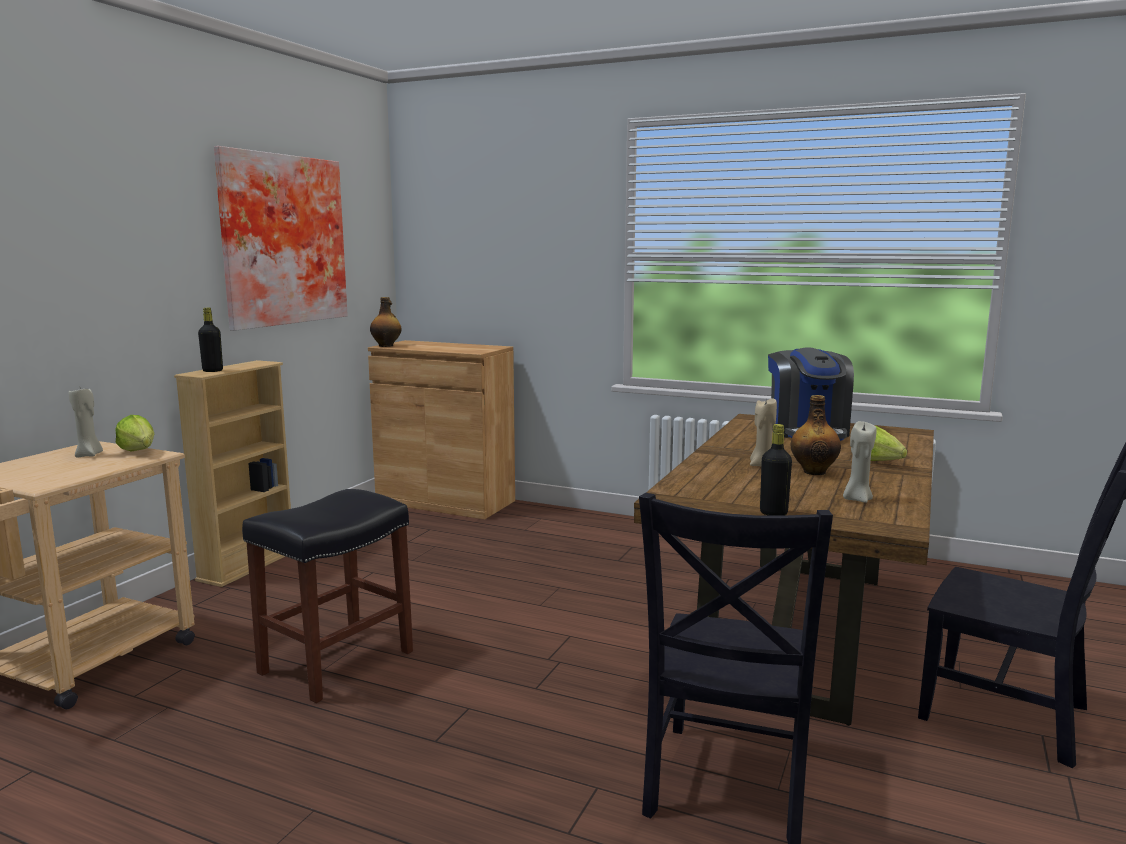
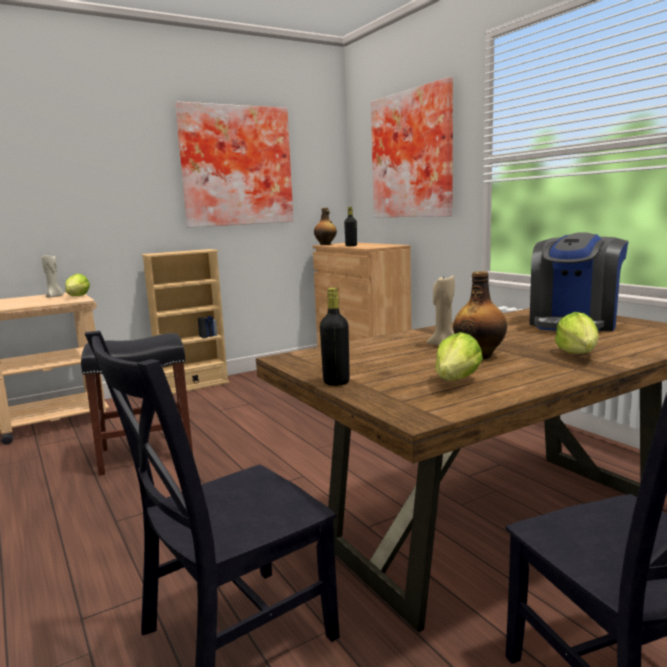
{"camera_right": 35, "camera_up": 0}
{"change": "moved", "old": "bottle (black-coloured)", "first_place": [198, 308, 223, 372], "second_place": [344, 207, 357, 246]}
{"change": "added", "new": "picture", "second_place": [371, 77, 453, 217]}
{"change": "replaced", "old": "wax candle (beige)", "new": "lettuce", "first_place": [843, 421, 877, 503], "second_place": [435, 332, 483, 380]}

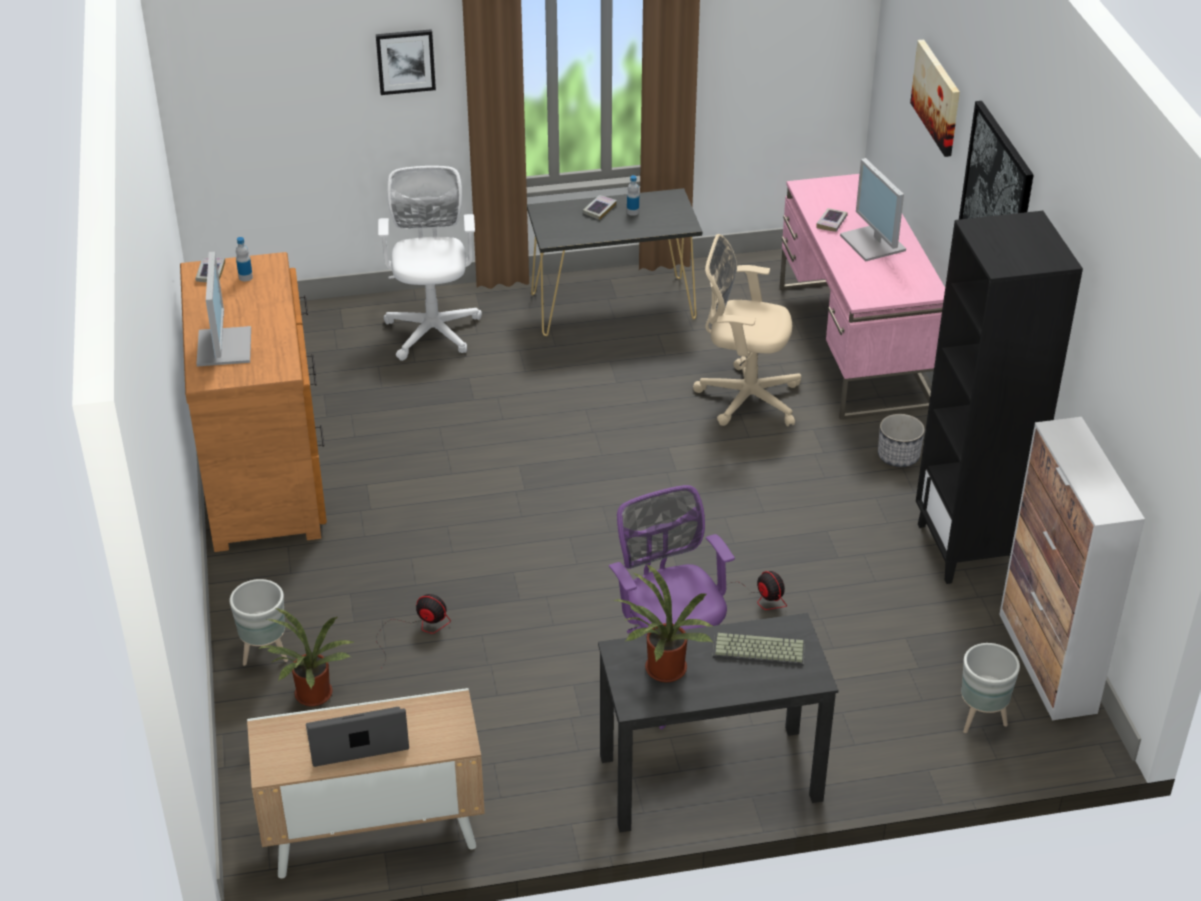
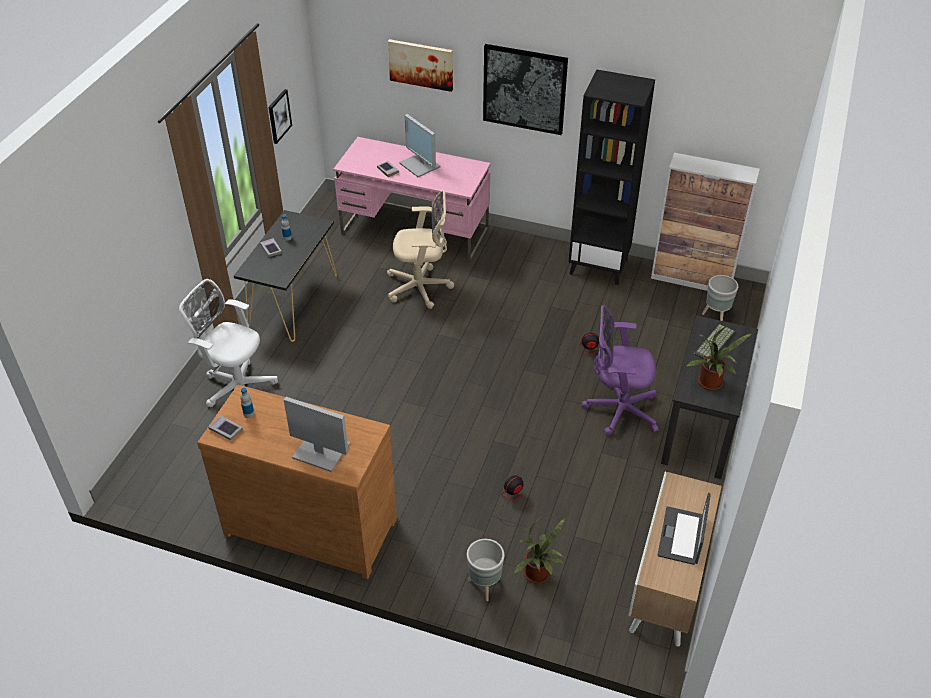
{"camera_right": -60, "camera_up": 5}
{"change": "moved", "old": "picture", "first_place": [376, 29, 436, 95], "second_place": [269, 89, 292, 144]}
{"change": "turned", "old": "computer chair (beige)", "first_place": [693, 234, 801, 426], "second_place": [387, 190, 454, 309], "degrees": -135}
{"change": "turned", "old": "monitor", "first_place": [840, 158, 906, 262], "second_place": [399, 114, 441, 177], "degrees": 45}
{"change": "removed", "old": "planter", "first_place": [878, 414, 925, 467]}

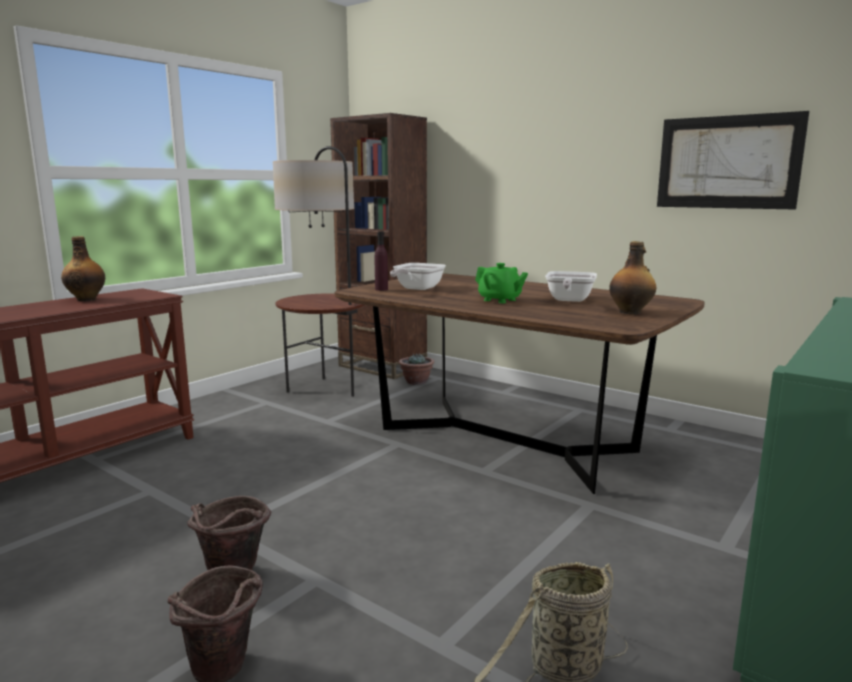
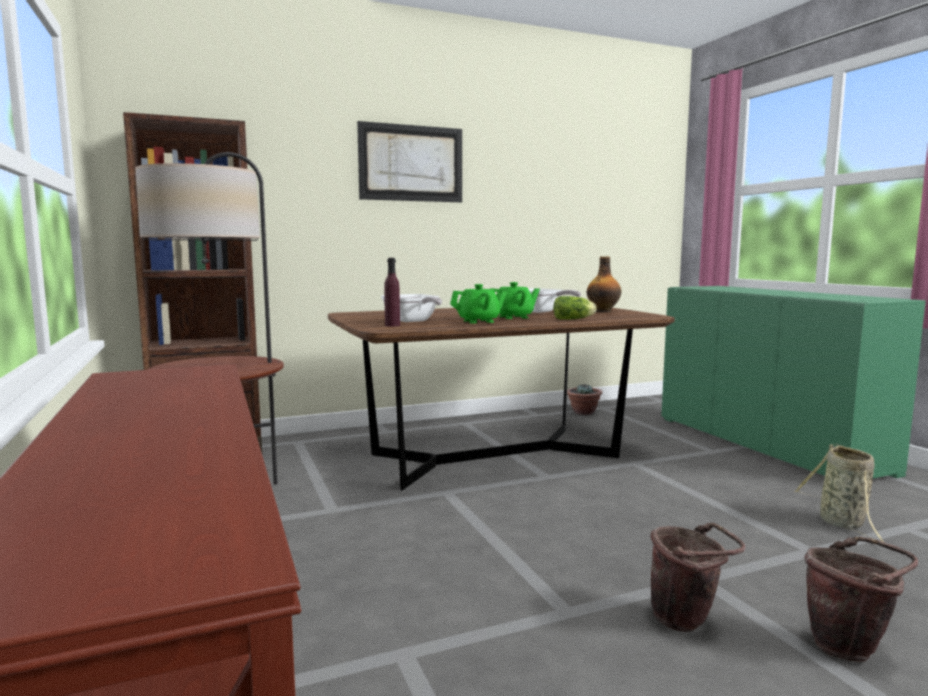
{"camera_right": -60, "camera_up": -5}
{"change": "moved", "old": "picture", "first_place": [657, 111, 809, 210], "second_place": [357, 121, 462, 202]}
{"change": "added", "new": "teapot (green)", "second_place": [450, 284, 507, 323]}
{"change": "added", "new": "lettuce", "second_place": [553, 296, 596, 320]}
{"change": "moved", "old": "plant in a pot", "first_place": [398, 353, 435, 385], "second_place": [567, 384, 602, 415]}
{"change": "removed", "old": "bottle", "first_place": [61, 236, 105, 301]}

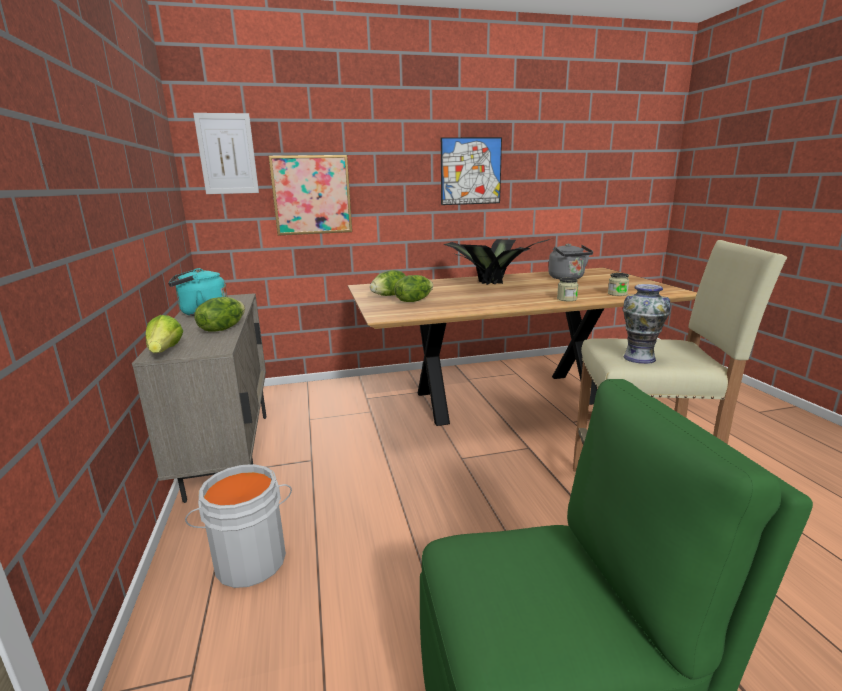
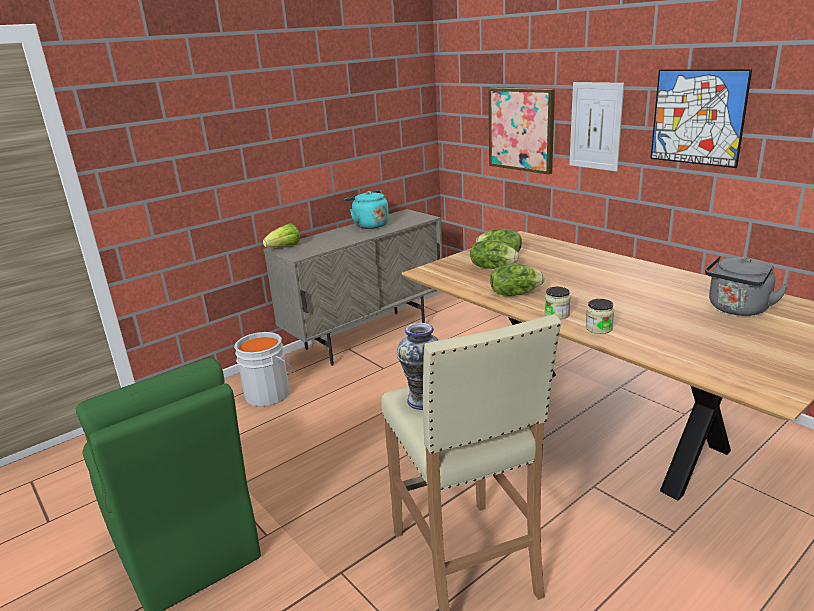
{"camera_right": 65, "camera_up": 5}
{"change": "moved", "old": "lettuce", "first_place": [194, 297, 245, 332], "second_place": [490, 264, 544, 296]}
{"change": "moved", "old": "preserve jar", "first_place": [608, 273, 629, 296], "second_place": [544, 287, 571, 320]}
{"change": "moved", "old": "picture", "first_place": [193, 113, 259, 194], "second_place": [569, 82, 624, 171]}
{"change": "removed", "old": "plant in a pot", "first_place": [443, 239, 550, 285]}

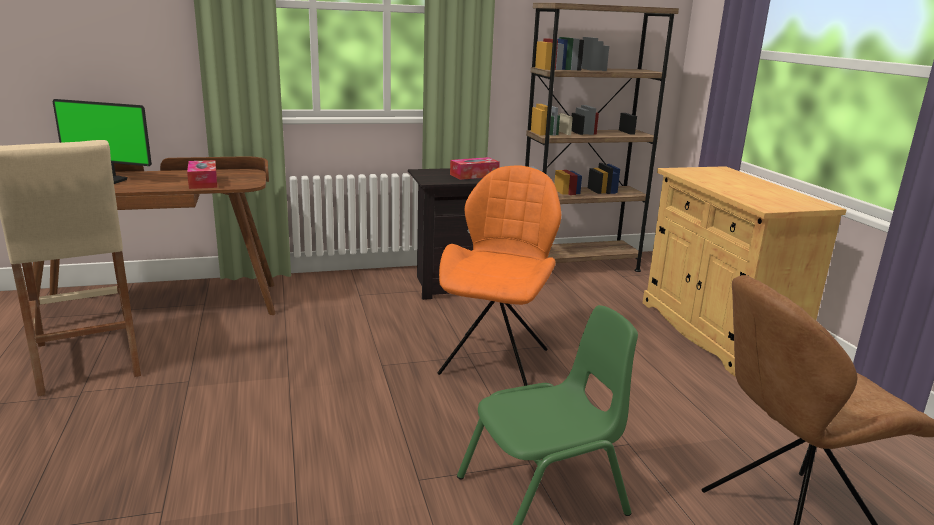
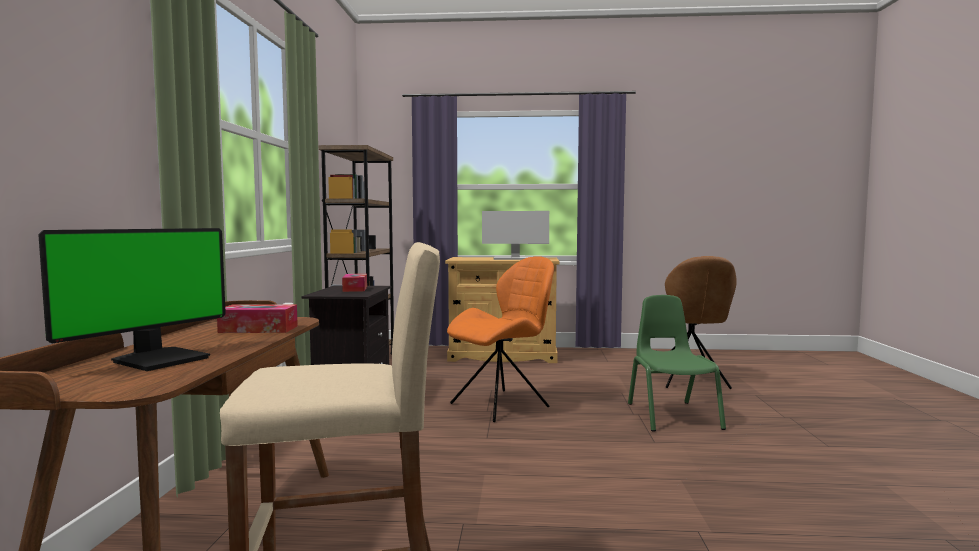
{"camera_right": -70, "camera_up": -15}
{"change": "turned", "old": "chair (orange-coloured)", "first_place": [438, 166, 561, 386], "second_place": [447, 256, 554, 422], "degrees": 105}
{"change": "added", "new": "monitor", "second_place": [482, 211, 549, 260]}

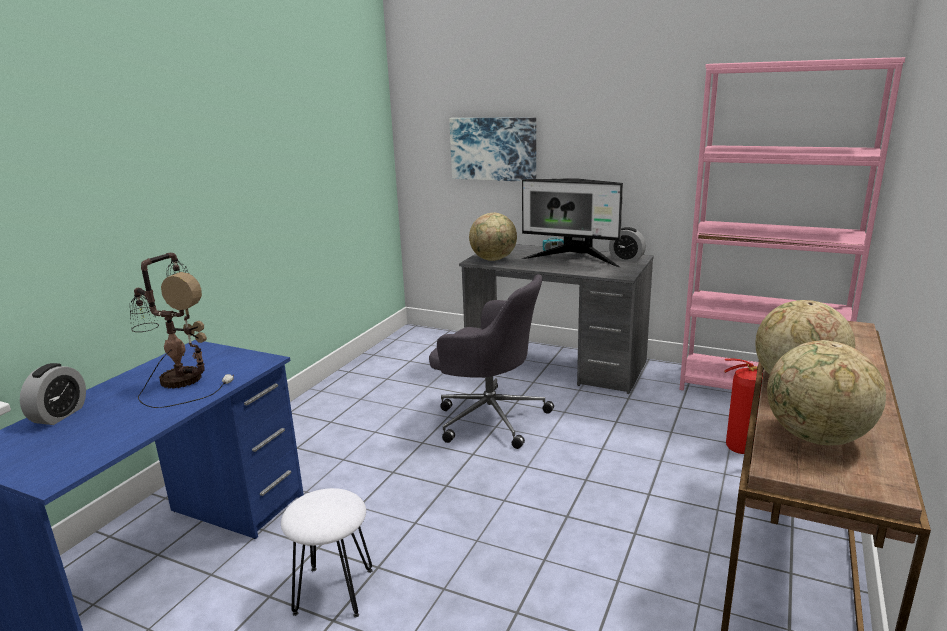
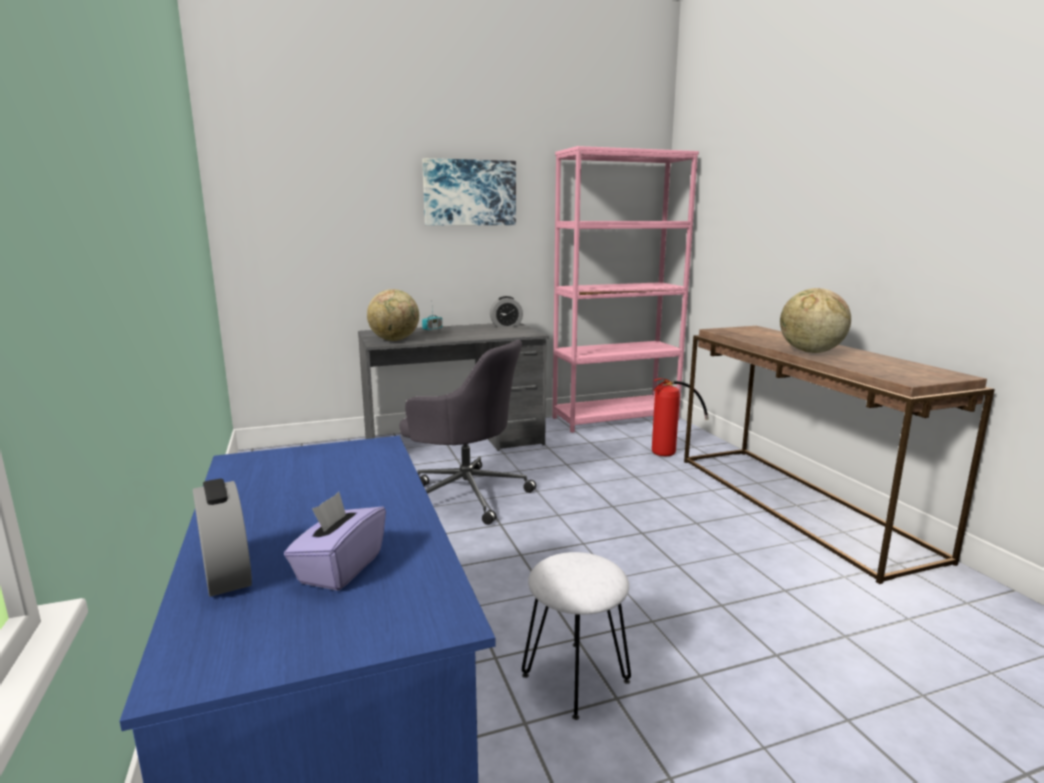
{"camera_right": -45, "camera_up": -5}
{"change": "added", "new": "tissue box (purple-coloured)", "second_place": [284, 492, 386, 591]}
{"change": "turned", "old": "computer chair (grey)", "first_place": [429, 274, 554, 449], "second_place": [400, 339, 536, 525], "degrees": 45}
{"change": "moved", "old": "picture", "first_place": [449, 118, 536, 182], "second_place": [422, 158, 516, 225]}
{"change": "removed", "old": "tabletop lamp", "first_place": [130, 253, 234, 408]}
{"change": "removed", "old": "monitor", "first_place": [522, 178, 623, 268]}
{"change": "removed", "old": "globe", "first_place": [767, 340, 886, 445]}

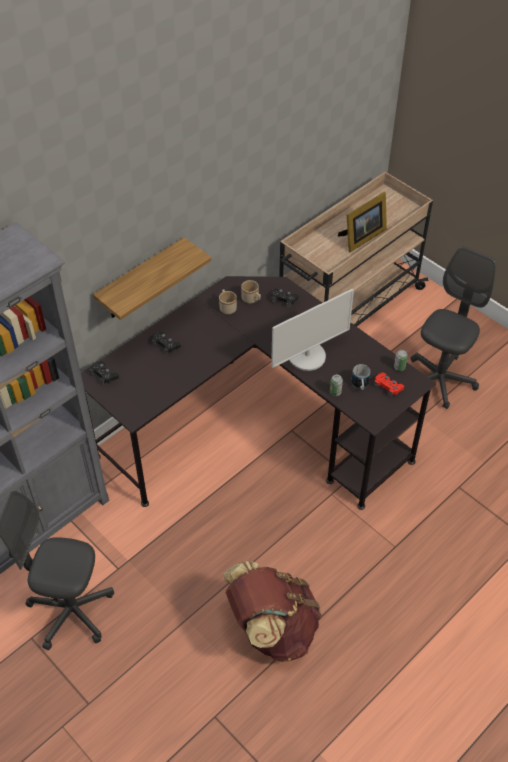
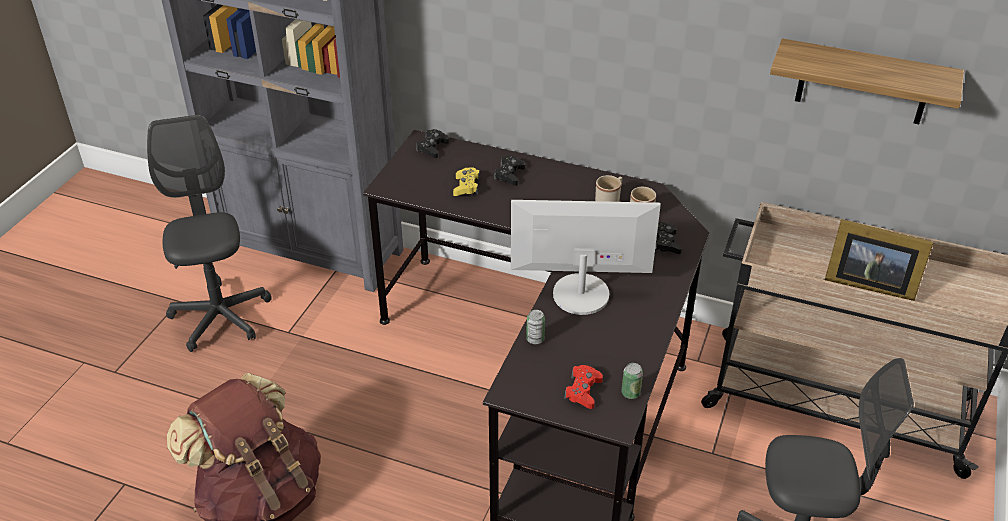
{"camera_right": 65, "camera_up": -10}
{"change": "added", "new": "gamepad (yellowish)", "second_place": [453, 167, 480, 196]}
{"change": "turned", "old": "monitor", "first_place": [271, 289, 354, 371], "second_place": [511, 200, 661, 315], "degrees": 150}
{"change": "moved", "old": "shelf", "first_place": [93, 237, 211, 320], "second_place": [770, 38, 964, 124]}
{"change": "removed", "old": "coffee mug", "first_place": [351, 364, 370, 390]}

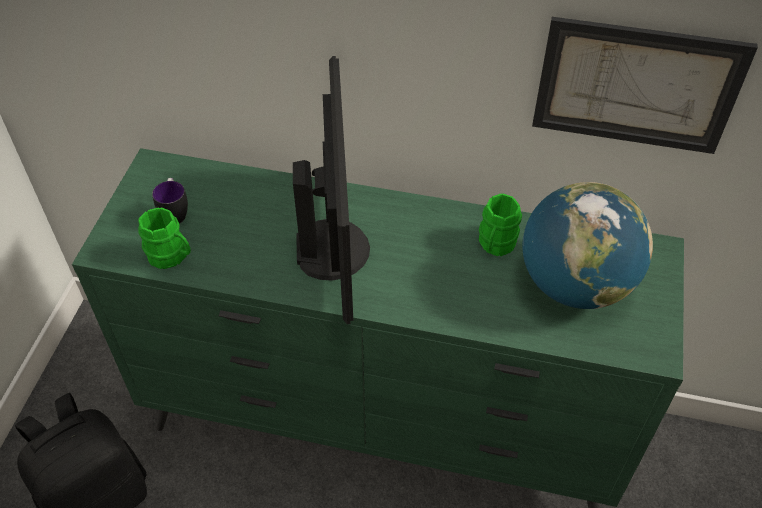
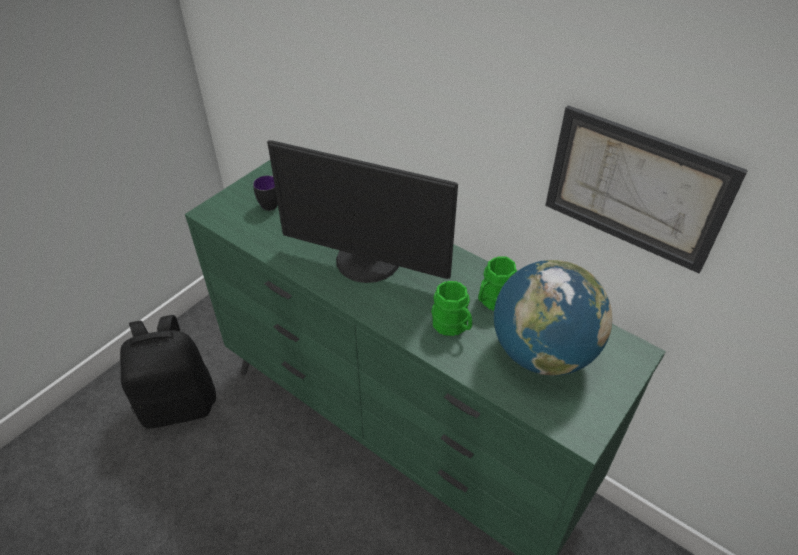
{"camera_right": 25, "camera_up": -5}
{"change": "turned", "old": "monitor", "first_place": [293, 56, 370, 324], "second_place": [267, 140, 458, 283], "degrees": 90}
{"change": "moved", "old": "coffee mug (green)", "first_place": [138, 207, 191, 269], "second_place": [431, 281, 472, 336]}

